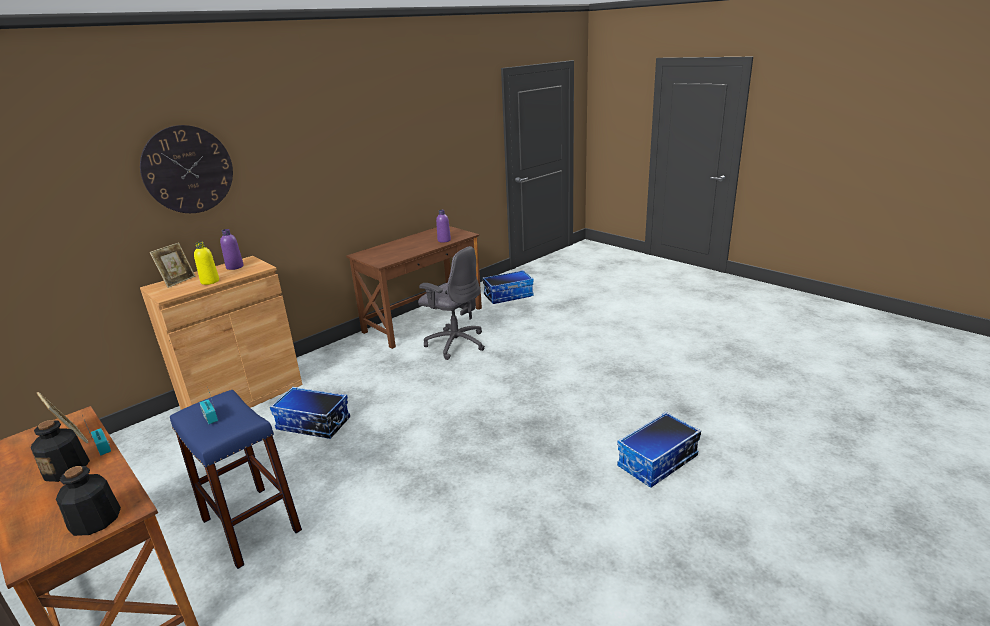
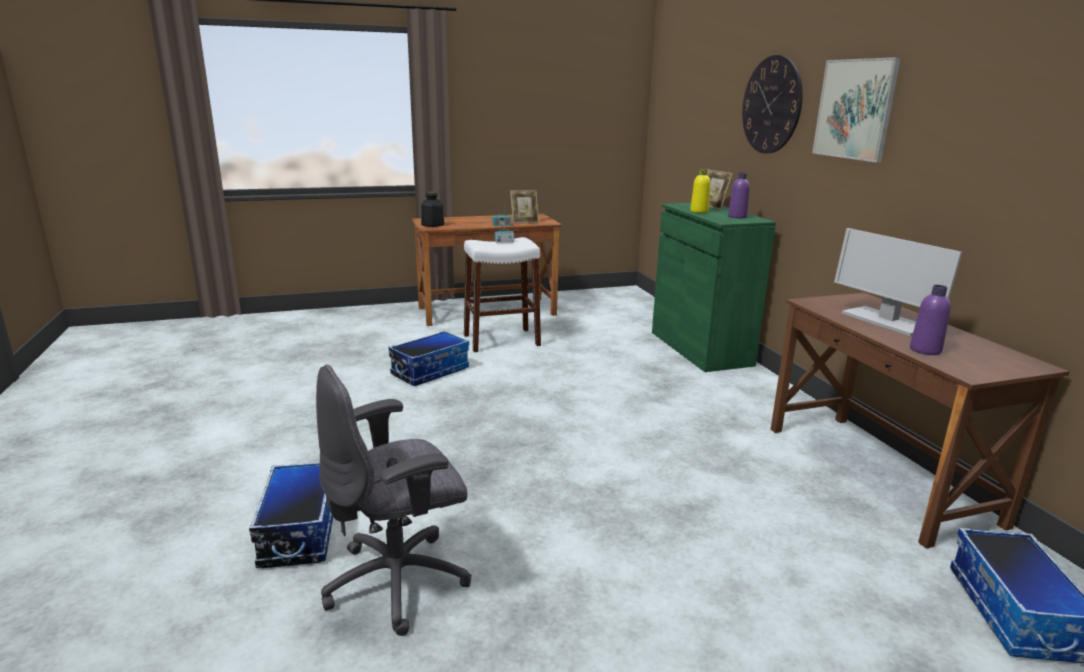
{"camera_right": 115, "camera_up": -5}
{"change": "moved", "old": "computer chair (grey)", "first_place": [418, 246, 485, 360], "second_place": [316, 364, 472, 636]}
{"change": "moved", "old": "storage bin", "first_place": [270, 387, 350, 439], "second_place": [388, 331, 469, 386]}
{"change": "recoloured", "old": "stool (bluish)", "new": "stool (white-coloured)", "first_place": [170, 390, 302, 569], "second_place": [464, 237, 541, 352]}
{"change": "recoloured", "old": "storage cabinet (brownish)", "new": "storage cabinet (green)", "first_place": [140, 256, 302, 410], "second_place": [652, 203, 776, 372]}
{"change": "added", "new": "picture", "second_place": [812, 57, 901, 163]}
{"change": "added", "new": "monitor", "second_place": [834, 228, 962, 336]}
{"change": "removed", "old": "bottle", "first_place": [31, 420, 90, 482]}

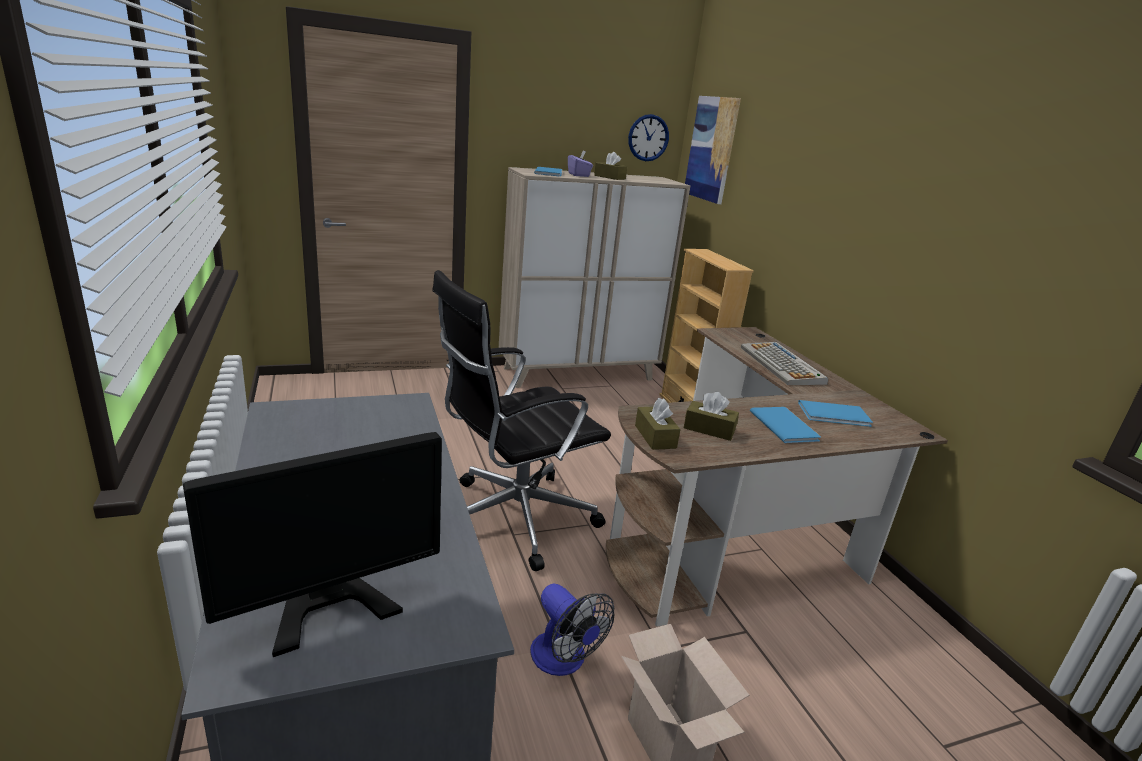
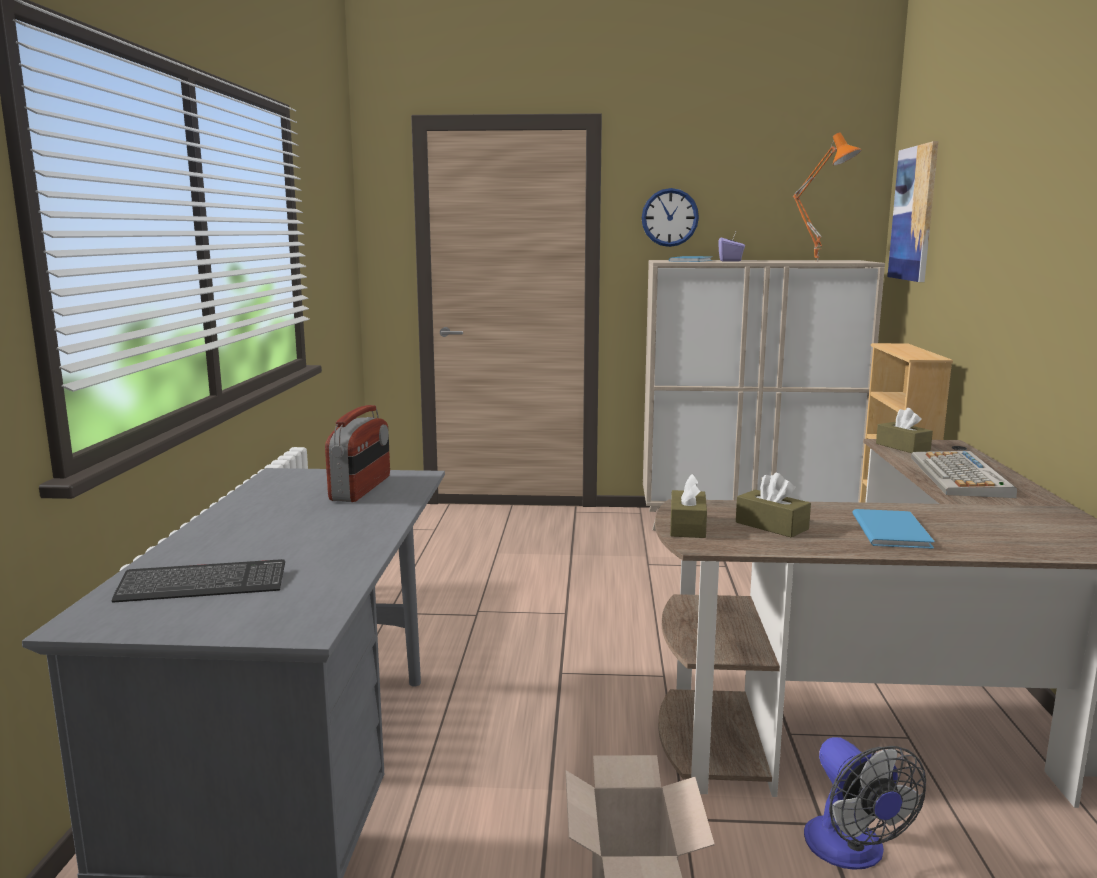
{"camera_right": 25, "camera_up": -10}
{"change": "replaced", "old": "monitor", "new": "computer keyboard", "first_place": [183, 432, 442, 657], "second_place": [112, 559, 285, 603]}
{"change": "added", "new": "radio set", "second_place": [325, 405, 390, 502]}
{"change": "moved", "old": "hanging clock", "first_place": [628, 114, 669, 161], "second_place": [642, 188, 699, 247]}
{"change": "added", "new": "tabletop lamp (orange-coloured)", "second_place": [793, 132, 862, 262]}
{"change": "moved", "old": "cooling fan", "first_place": [530, 584, 615, 676], "second_place": [804, 737, 926, 870]}
{"change": "moved", "old": "tissue box (brownish)", "first_place": [594, 152, 627, 180], "second_place": [876, 408, 933, 453]}
{"change": "removed", "old": "computer chair (black-coloured)", "first_place": [432, 270, 611, 571]}
{"change": "removed", "old": "volume (bluish)", "first_place": [798, 400, 873, 427]}

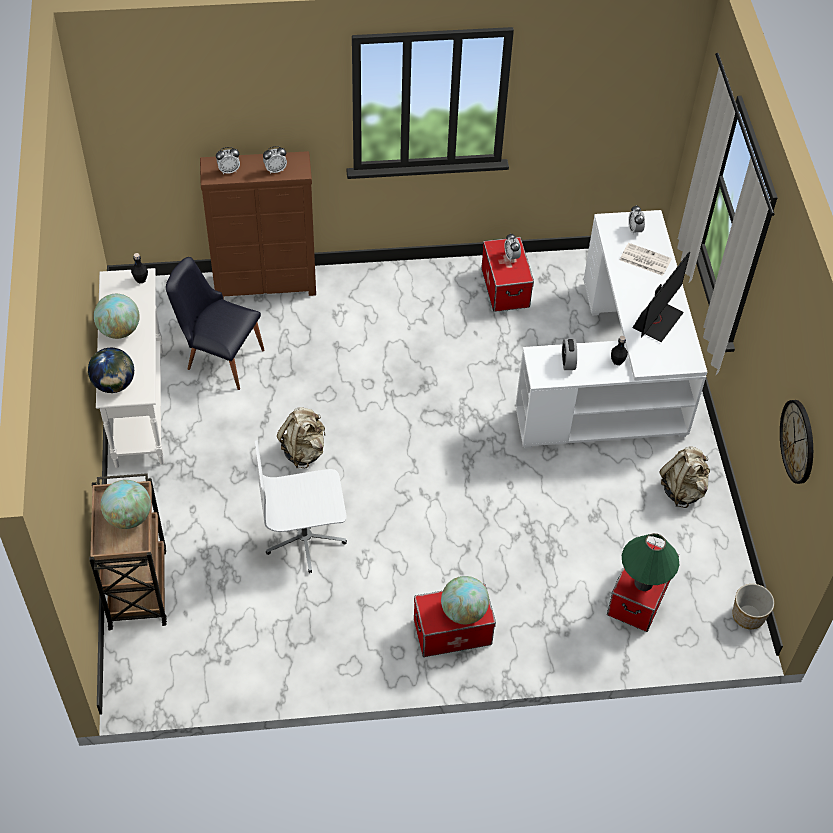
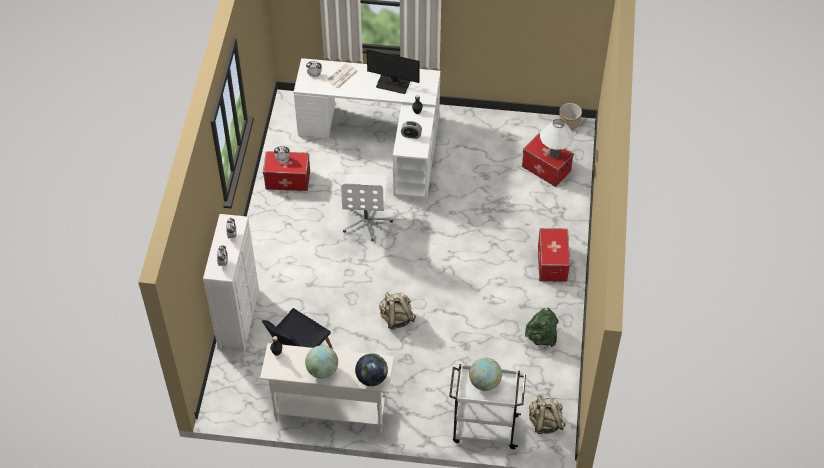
{"camera_right": -75, "camera_up": 0}
{"change": "recoloured", "old": "chest of drawers (brownish)", "new": "chest of drawers (white-coloured)", "first_place": [200, 151, 316, 300], "second_place": [203, 214, 259, 352]}
{"change": "moved", "old": "computer chair (white-coloured)", "first_place": [255, 440, 347, 573], "second_place": [341, 174, 393, 241]}
{"change": "turned", "old": "monitor", "first_place": [633, 252, 690, 342], "second_place": [367, 49, 420, 94], "degrees": 150}
{"change": "recoloured", "old": "trolley (brownish)", "new": "trolley (white-coloured)", "first_place": [89, 473, 167, 630], "second_place": [449, 364, 526, 449]}
{"change": "added", "new": "knapsack (green)", "second_place": [525, 308, 559, 347]}
{"change": "moved", "old": "knapsack (beige)", "first_place": [660, 447, 710, 508], "second_place": [529, 395, 565, 434]}
{"change": "recoloured", "old": "tabletop lamp (green)", "new": "tabletop lamp (white-coloured)", "first_place": [622, 533, 680, 591], "second_place": [540, 119, 574, 158]}
{"change": "removed", "old": "globe", "first_place": [441, 576, 489, 624]}
{"change": "removed", "old": "hanging clock", "first_place": [780, 400, 813, 484]}

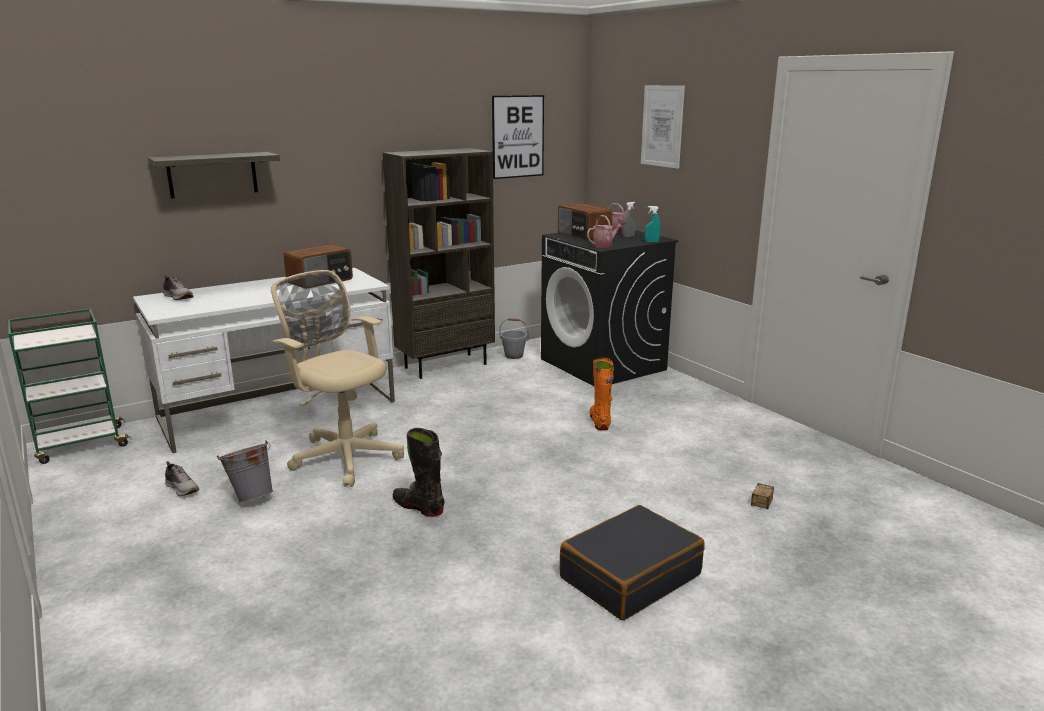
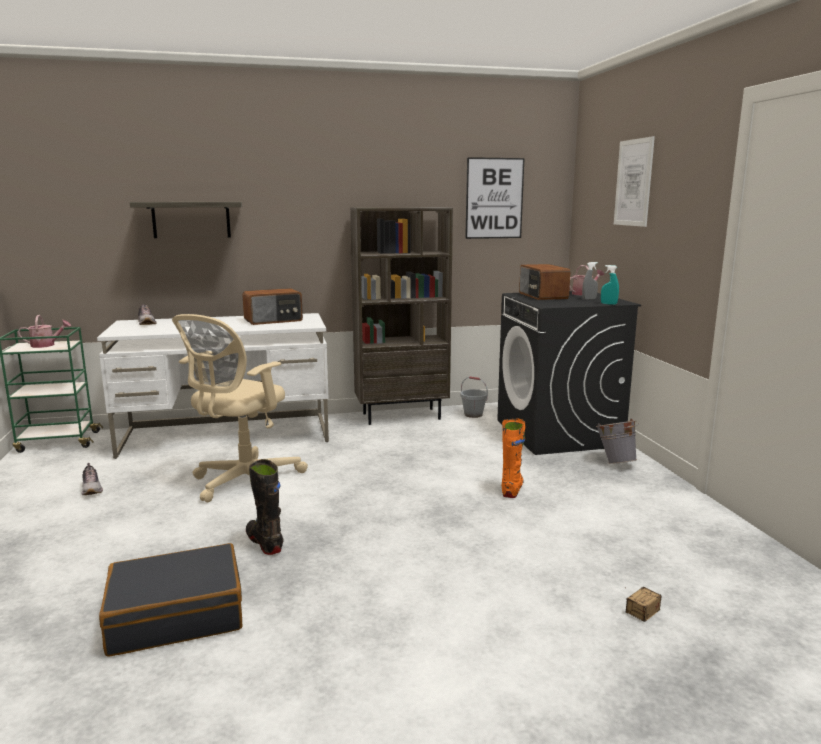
{"camera_right": 20, "camera_up": -5}
{"change": "moved", "old": "watering can", "first_place": [587, 215, 626, 248], "second_place": [18, 315, 71, 348]}
{"change": "moved", "old": "travel case (black-coloured)", "first_place": [560, 505, 705, 620], "second_place": [99, 543, 242, 657]}
{"change": "turned", "old": "computer chair (beige)", "first_place": [271, 270, 404, 487], "second_place": [172, 314, 308, 502], "degrees": -120}
{"change": "moved", "old": "water bucket (grey)", "first_place": [217, 440, 273, 502], "second_place": [596, 418, 639, 464]}

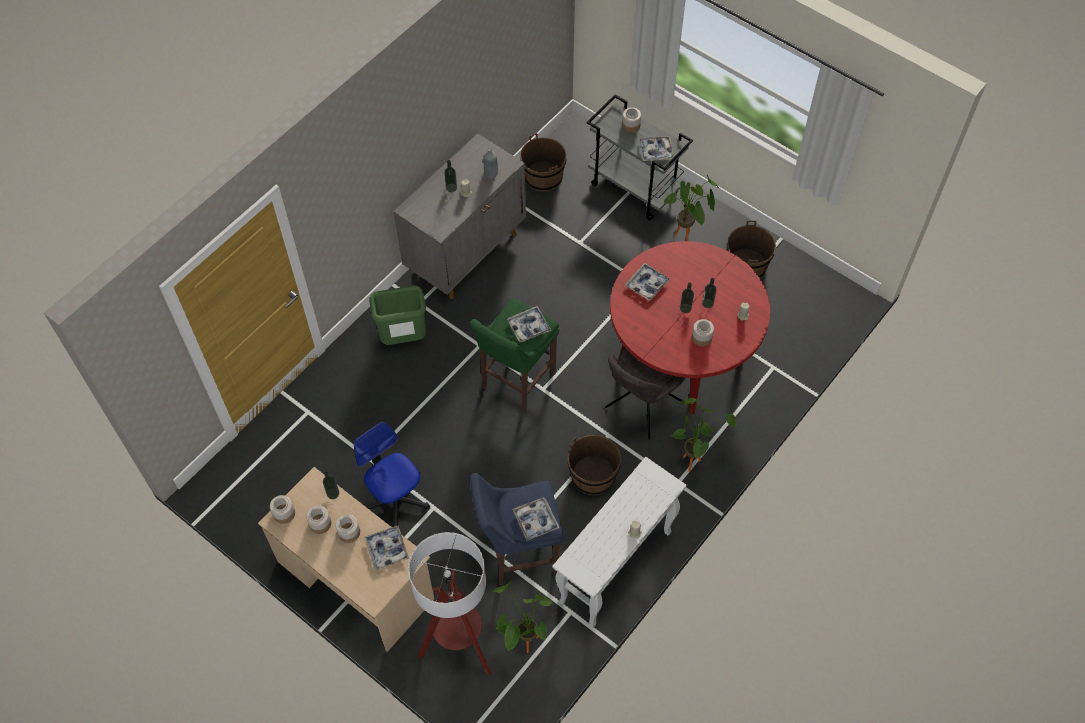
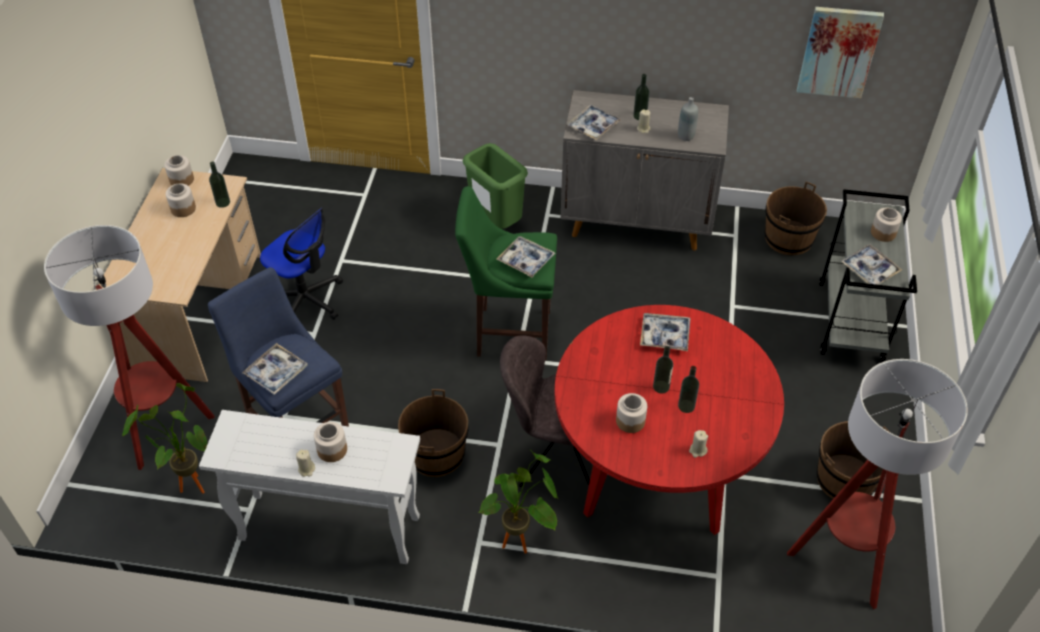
{"camera_right": 60, "camera_up": -10}
{"change": "turned", "old": "computer chair", "first_place": [354, 422, 430, 527], "second_place": [260, 208, 343, 320], "degrees": 105}
{"change": "moved", "old": "preserve jar", "first_place": [335, 514, 360, 543], "second_place": [314, 422, 347, 462]}
{"change": "moved", "old": "tray", "first_place": [364, 526, 409, 570], "second_place": [567, 105, 621, 140]}
{"change": "added", "new": "standard lamp", "second_place": [787, 359, 968, 609]}
{"change": "added", "new": "picture", "second_place": [797, 7, 884, 98]}
{"change": "removed", "old": "plant in a pot", "first_place": [663, 175, 719, 241]}

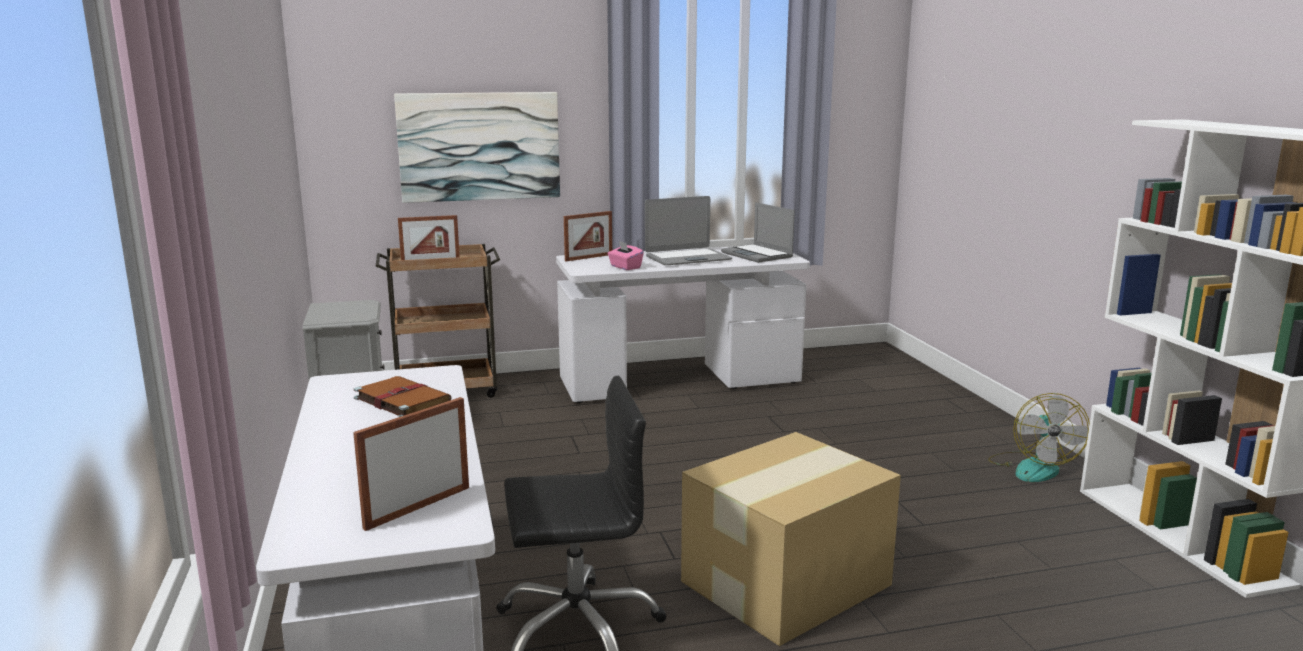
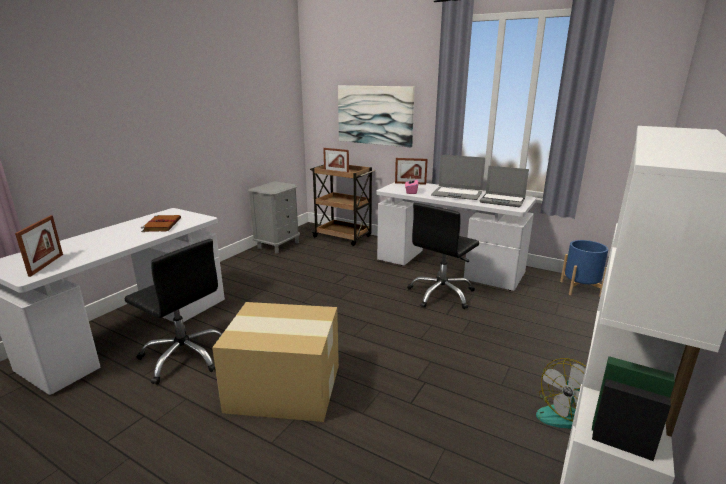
{"camera_right": 45, "camera_up": 5}
{"change": "turned", "old": "standing frame", "first_place": [353, 397, 469, 531], "second_place": [15, 215, 63, 277], "degrees": 90}
{"change": "added", "new": "computer chair (black-coloured)", "second_place": [407, 203, 479, 309]}
{"change": "turned", "old": "notebook computer", "first_place": [721, 202, 795, 263], "second_place": [480, 166, 529, 207], "degrees": -75}
{"change": "added", "new": "planter (bluish)", "second_place": [560, 240, 608, 297]}

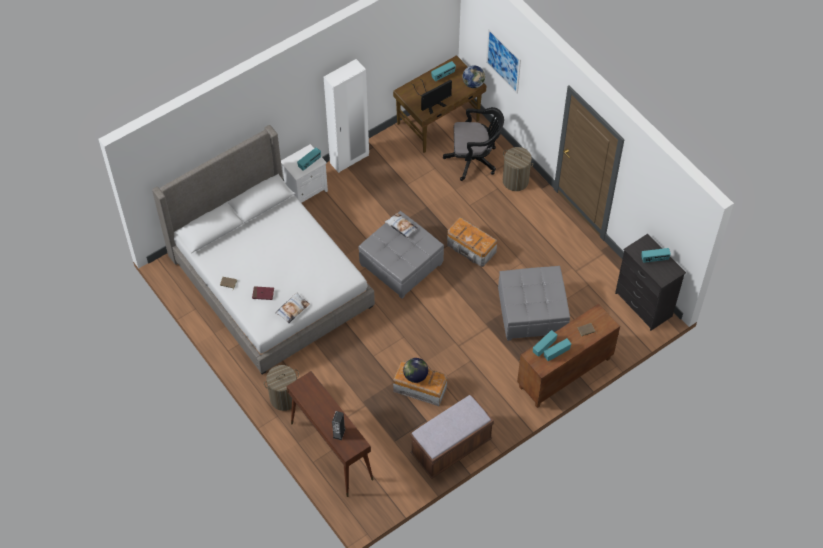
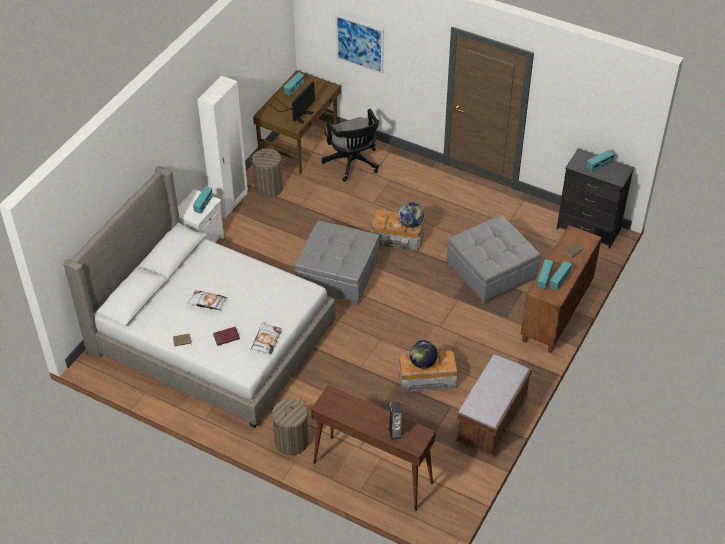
{"camera_right": -25, "camera_up": -10}
{"change": "moved", "old": "cushion", "first_place": [384, 213, 418, 238], "second_place": [187, 290, 227, 310]}
{"change": "moved", "old": "laundry basket", "first_place": [503, 147, 533, 191], "second_place": [249, 149, 285, 198]}
{"change": "turned", "old": "computer chair (black-coloured)", "first_place": [443, 107, 504, 181], "second_place": [322, 109, 379, 182], "degrees": 90}
{"change": "moved", "old": "globe", "first_place": [462, 65, 485, 88], "second_place": [399, 202, 424, 228]}

